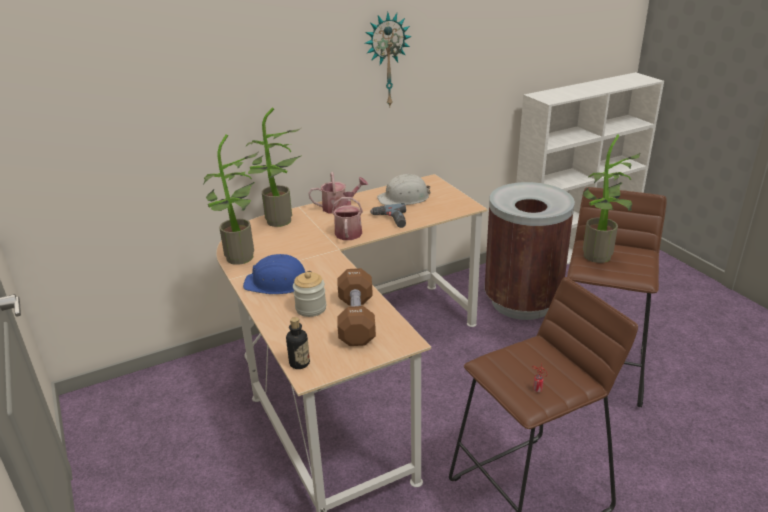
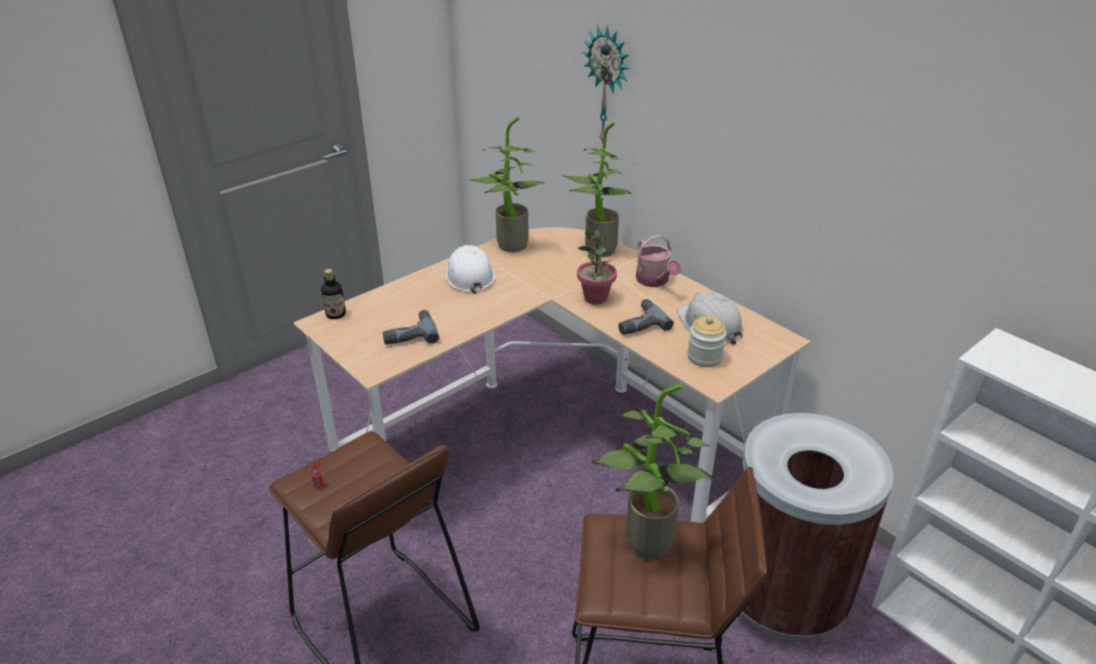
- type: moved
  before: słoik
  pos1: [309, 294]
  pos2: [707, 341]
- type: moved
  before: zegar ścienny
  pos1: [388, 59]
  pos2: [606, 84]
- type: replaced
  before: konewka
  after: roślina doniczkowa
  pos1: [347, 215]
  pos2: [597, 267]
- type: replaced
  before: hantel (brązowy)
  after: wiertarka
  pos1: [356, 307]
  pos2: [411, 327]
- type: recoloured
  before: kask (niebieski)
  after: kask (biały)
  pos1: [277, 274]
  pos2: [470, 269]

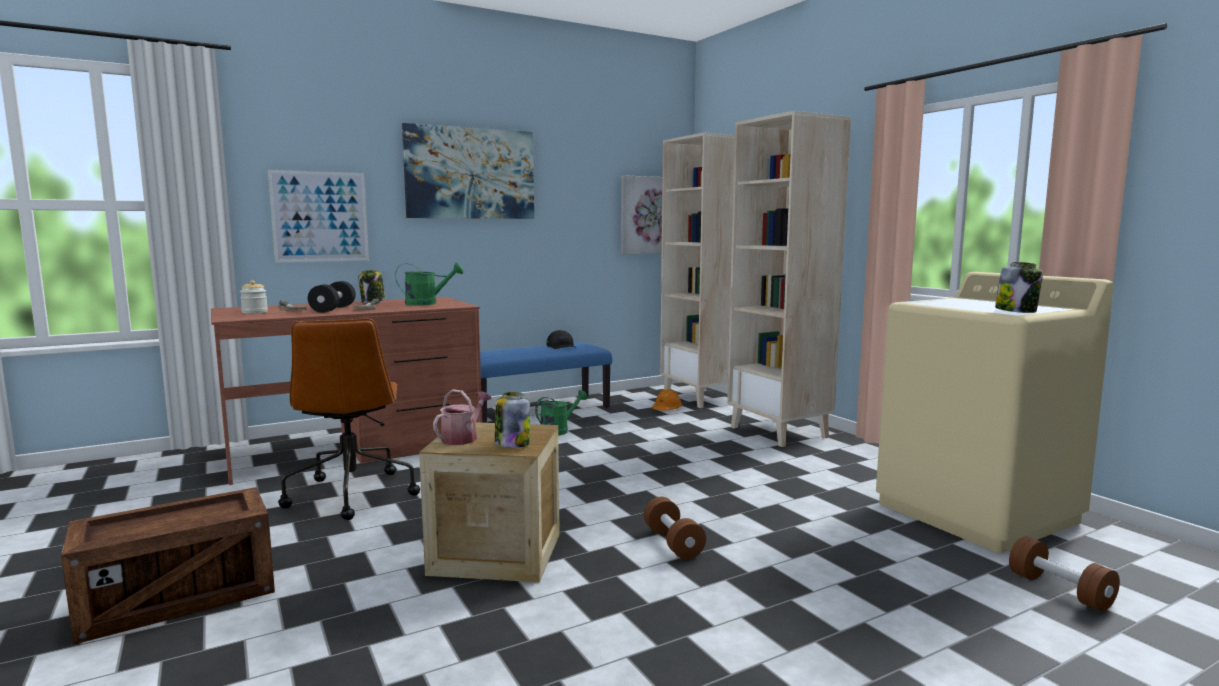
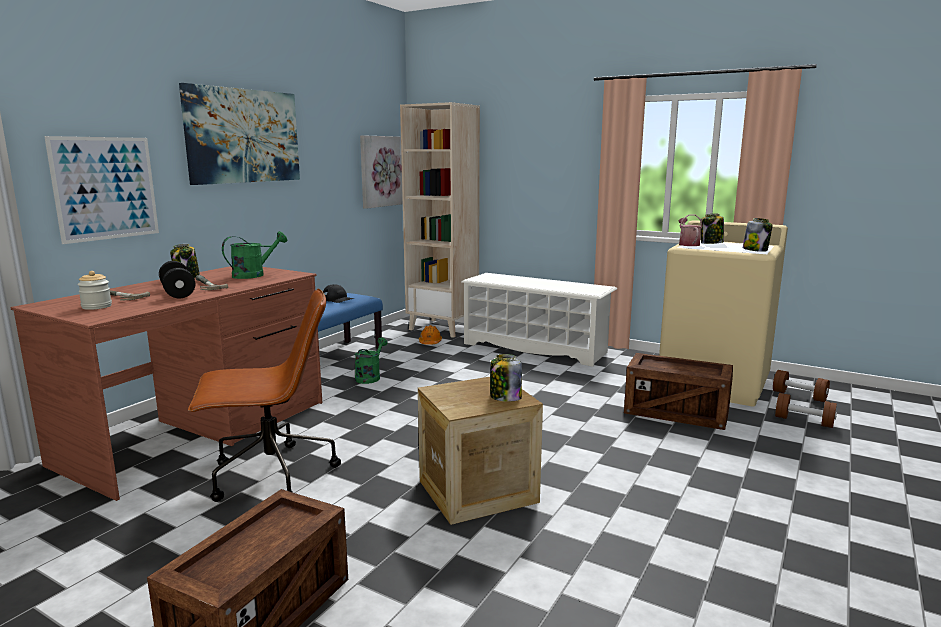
- type: added
  after: skrzynka
  pos2: [678, 391]
- type: added
  after: słoik
  pos2: [712, 229]
- type: moved
  before: konewka
  pos1: [462, 417]
  pos2: [690, 230]
- type: moved
  before: hantel (brązowy)
  pos1: [675, 528]
  pos2: [801, 386]
- type: replaced
  before: regał (beżowy)
  after: regał na buty (biały)
  pos1: [789, 279]
  pos2: [539, 320]
- type: turned
  before: krzesło biurowe (brązowy)
  pos1: [349, 419]
  pos2: [264, 395]
  turn: -60

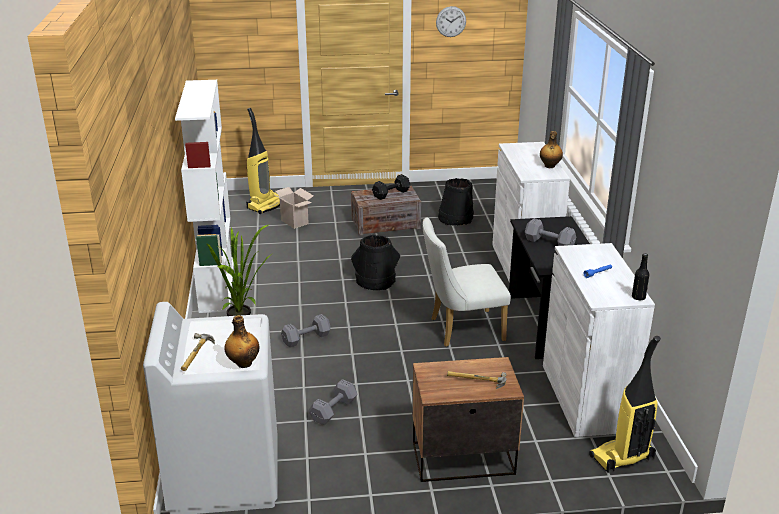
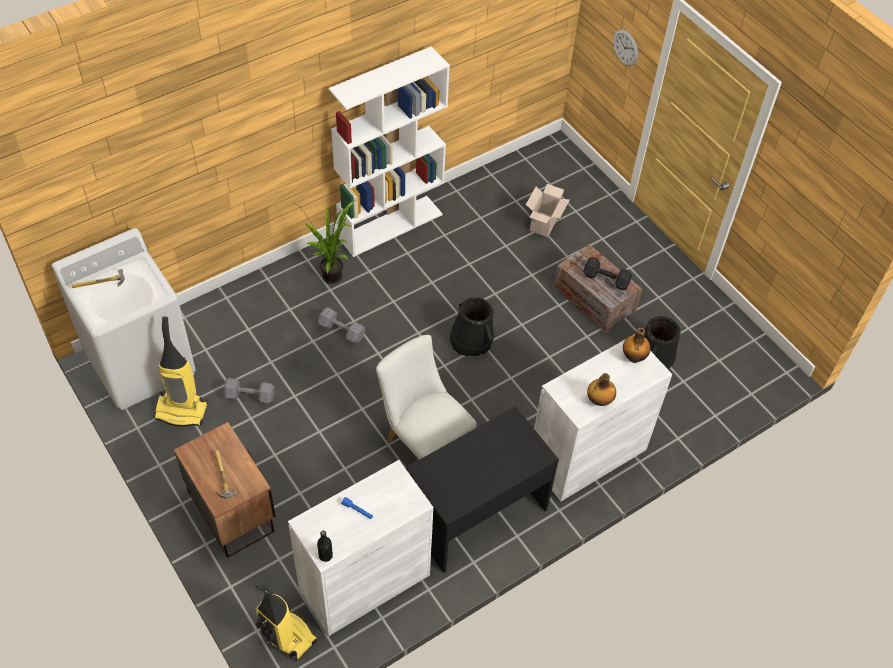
- type: removed
  before: hantel (szary)
  pos1: [550, 232]
- type: moved
  before: butelka
  pos1: [241, 341]
  pos2: [636, 345]
- type: moved
  before: odkurzacz
  pos1: [263, 161]
  pos2: [180, 371]
- type: moved
  before: zegar ścienny
  pos1: [451, 21]
  pos2: [625, 47]

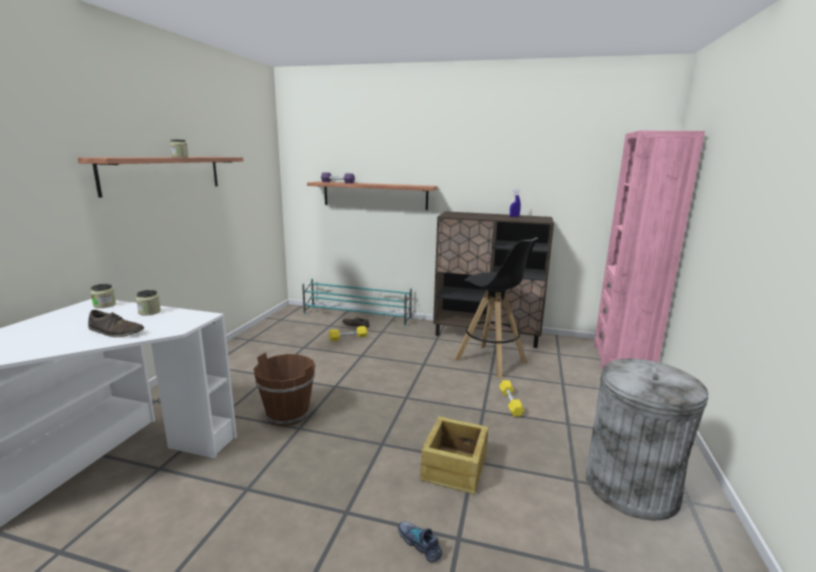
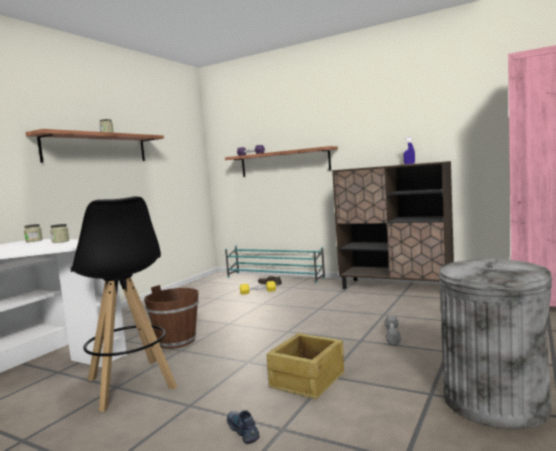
- type: removed
  before: but (brązowy)
  pos1: [116, 323]
- type: moved
  before: stołek (czarny)
  pos1: [496, 308]
  pos2: [123, 304]
- type: recoloured
  before: hantel (żółty)
  after: hantel (szary)
  pos1: [511, 398]
  pos2: [392, 330]

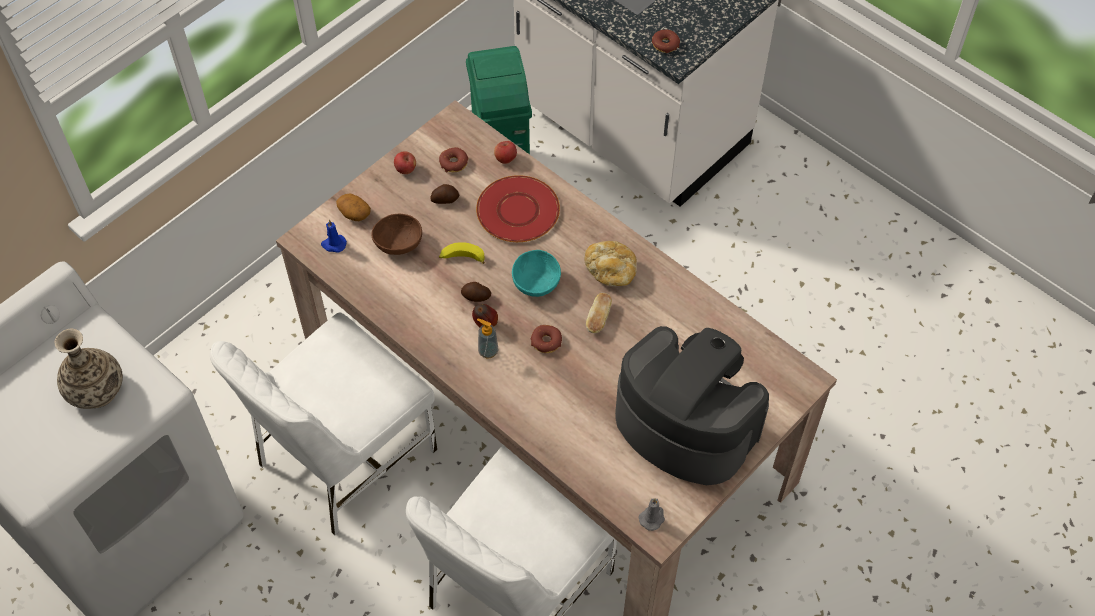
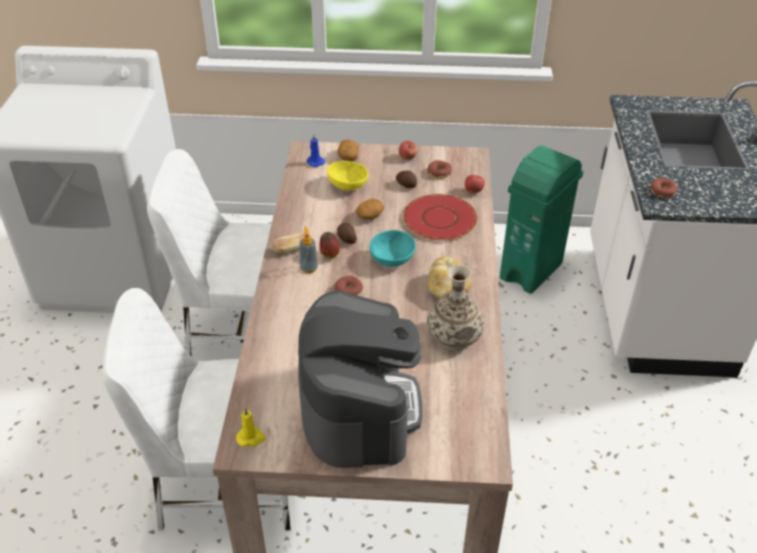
- type: moved
  before: wazon
  pos1: [89, 369]
  pos2: [455, 307]
- type: moved
  before: chleb
  pos1: [599, 313]
  pos2: [292, 242]
- type: replaced
  before: banan
  after: ziemniak
  pos1: [462, 253]
  pos2: [370, 209]
- type: recoloured
  before: miska (brązowy)
  after: miska (żółty)
  pos1: [396, 234]
  pos2: [347, 176]
- type: recoloured
  before: świeca (szary)
  after: świeca (żółty)
  pos1: [652, 515]
  pos2: [251, 427]

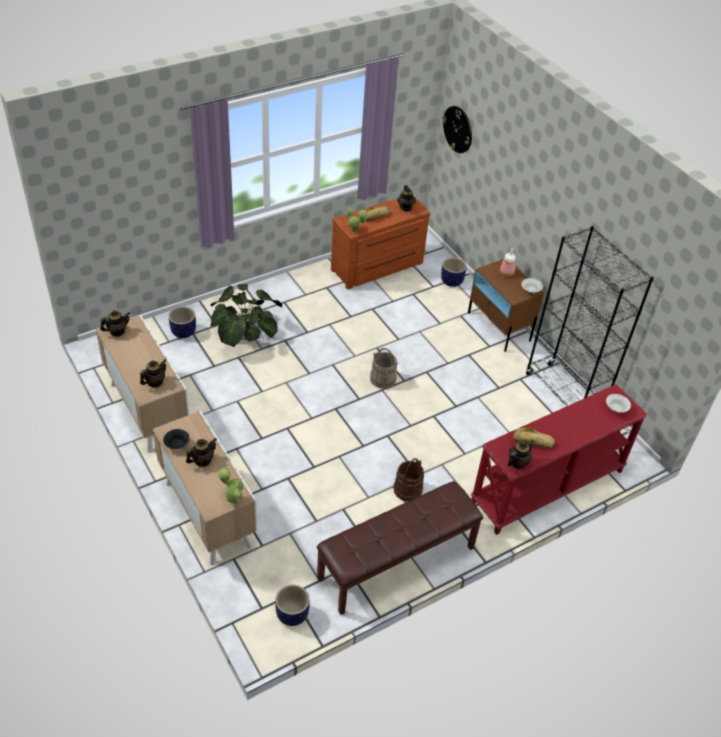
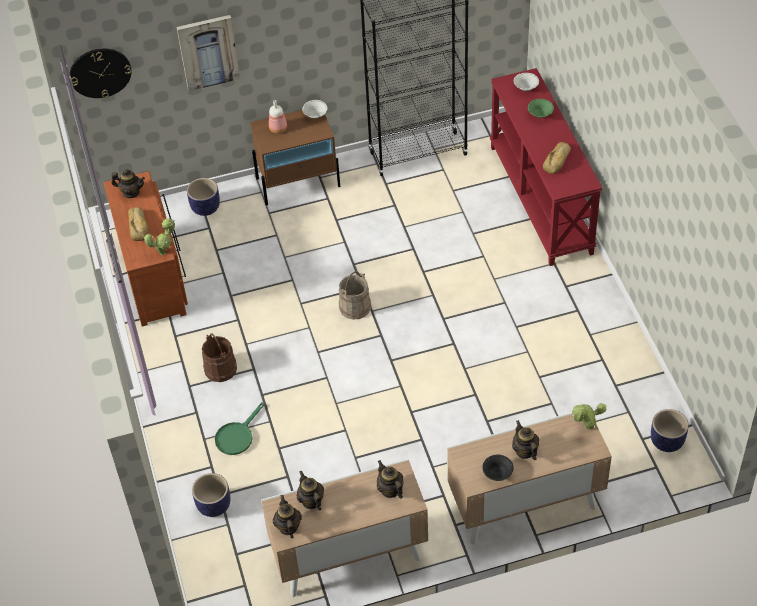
- type: removed
  before: ławka (brązowy)
  pos1: [400, 548]
- type: added
  after: obraz
  pos2: [208, 53]
- type: added
  after: miska (zielony)
  pos2: [541, 108]
- type: moved
  before: wiadro (brązowy)
  pos1: [409, 479]
  pos2: [219, 357]
- type: moved
  before: imbryk
  pos1: [521, 454]
  pos2: [310, 490]
- type: replaced
  before: roślina doniczkowa
  after: patelnia (zielony)
  pos1: [246, 315]
  pos2: [239, 428]

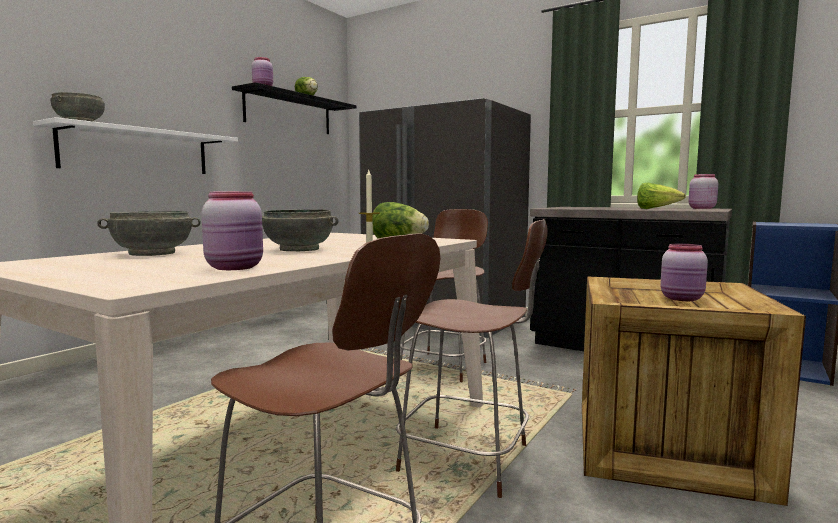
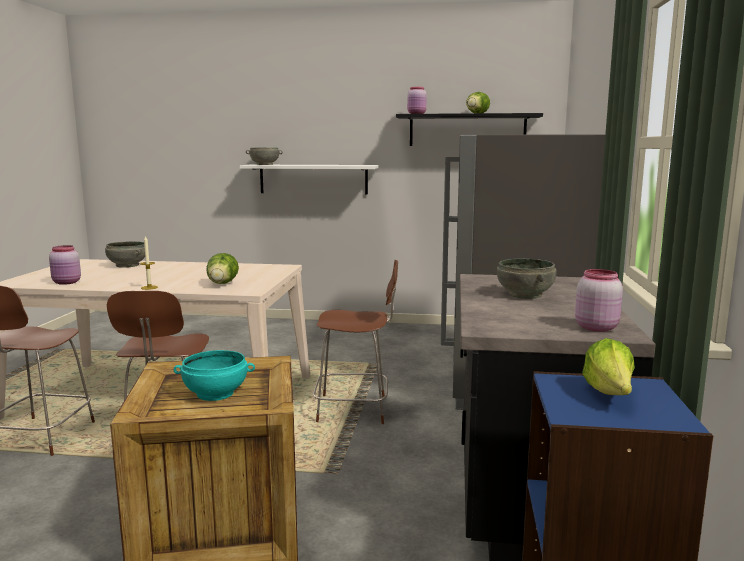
- type: moved
  before: miska (szary)
  pos1: [300, 230]
  pos2: [526, 279]
- type: moved
  before: sałata
  pos1: [661, 195]
  pos2: [608, 366]
- type: replaced
  before: słoik (różowy)
  after: miska (turkusowy)
  pos1: [684, 272]
  pos2: [214, 375]

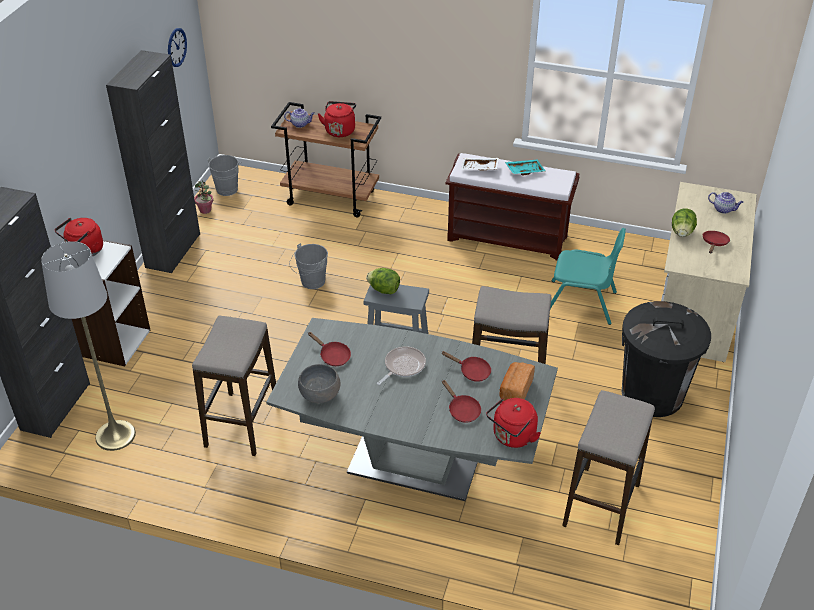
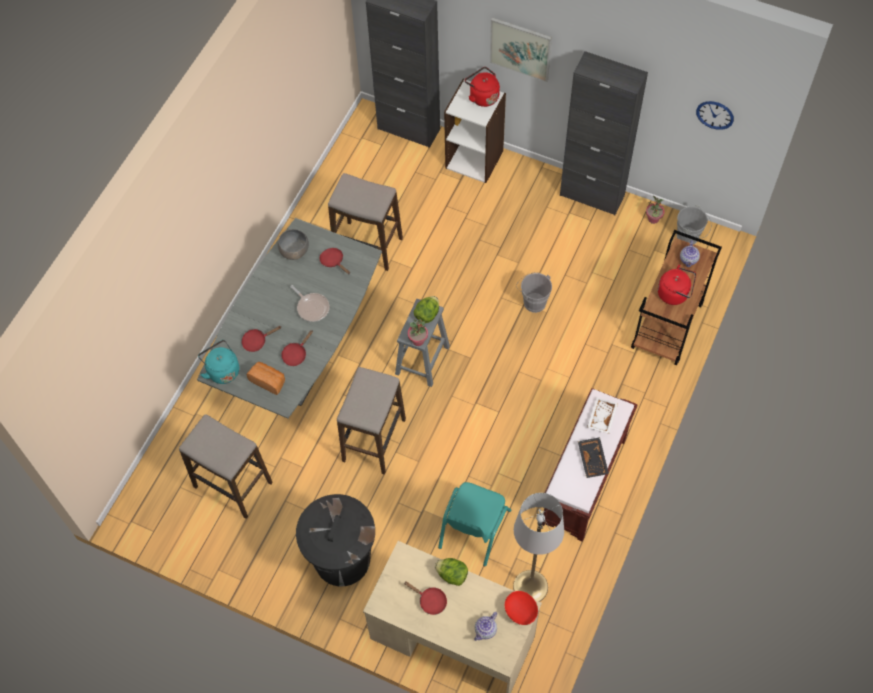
- type: added
  after: roślina doniczkowa
  pos2: [418, 332]
- type: added
  after: obraz
  pos2: [521, 49]
- type: added
  after: miska (czerwony)
  pos2: [521, 608]
- type: moved
  before: lampa stojąca (szary)
  pos1: [88, 346]
  pos2: [538, 547]
- type: recoloured
  before: czajnik (czerwony)
  after: czajnik (turkusowy)
  pos1: [513, 423]
  pos2: [218, 362]
- type: recoloured
  before: taca (turkusowy)
  after: taca (czarny)
  pos1: [525, 167]
  pos2: [593, 457]
- type: turned
  before: patelnia (czerwony)
  pos1: [329, 349]
  pos2: [335, 261]
  turn: 90

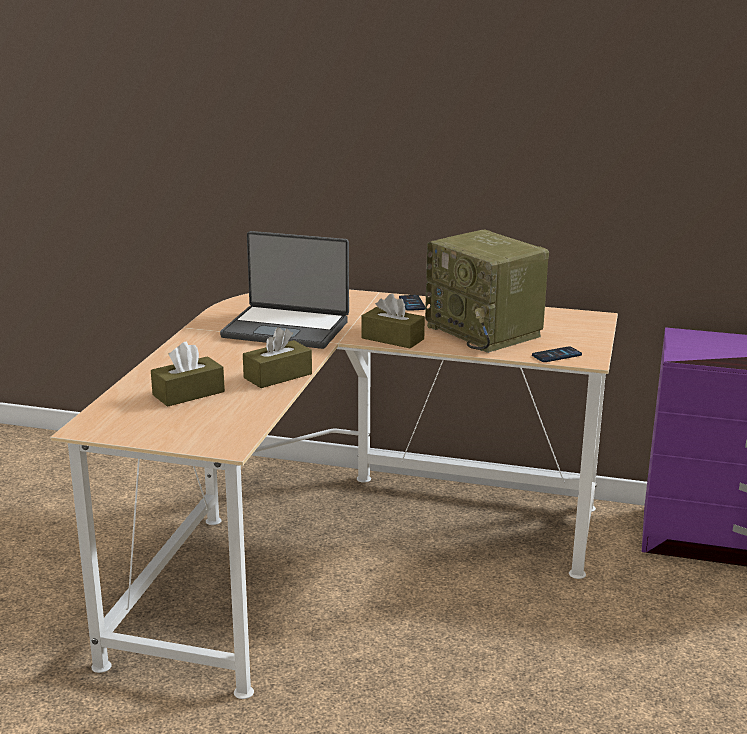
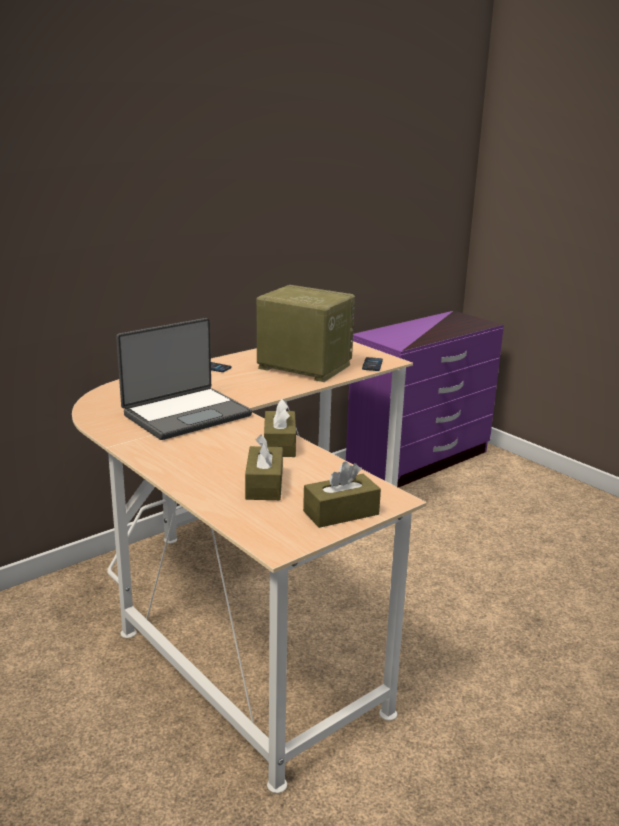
- type: moved
  before: pudełko chusteczek (brązowy)
  pos1: [393, 321]
  pos2: [342, 495]
- type: turned
  before: radio
  pos1: [487, 291]
  pos2: [305, 333]
  turn: -150

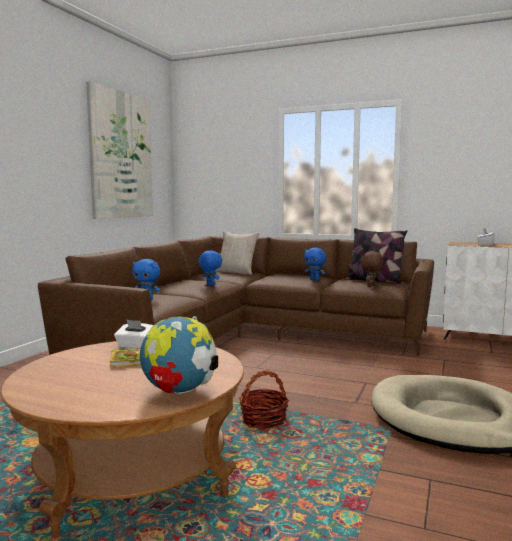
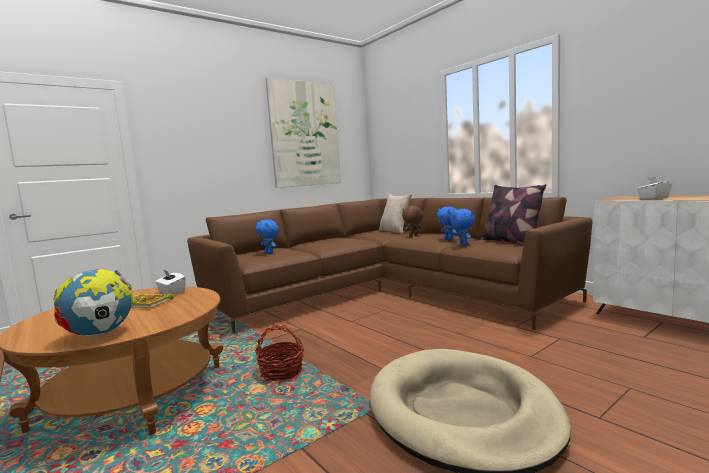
- type: moved
  before: pluszak (niebieski)
  pos1: [210, 268]
  pos2: [462, 227]
- type: moved
  before: pluszak (brązowy)
  pos1: [372, 269]
  pos2: [412, 221]

